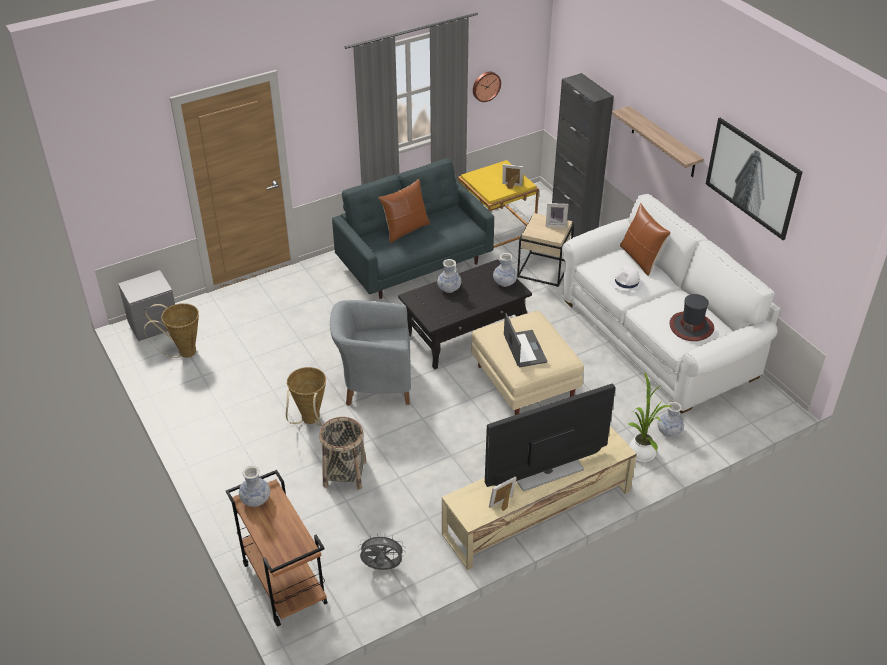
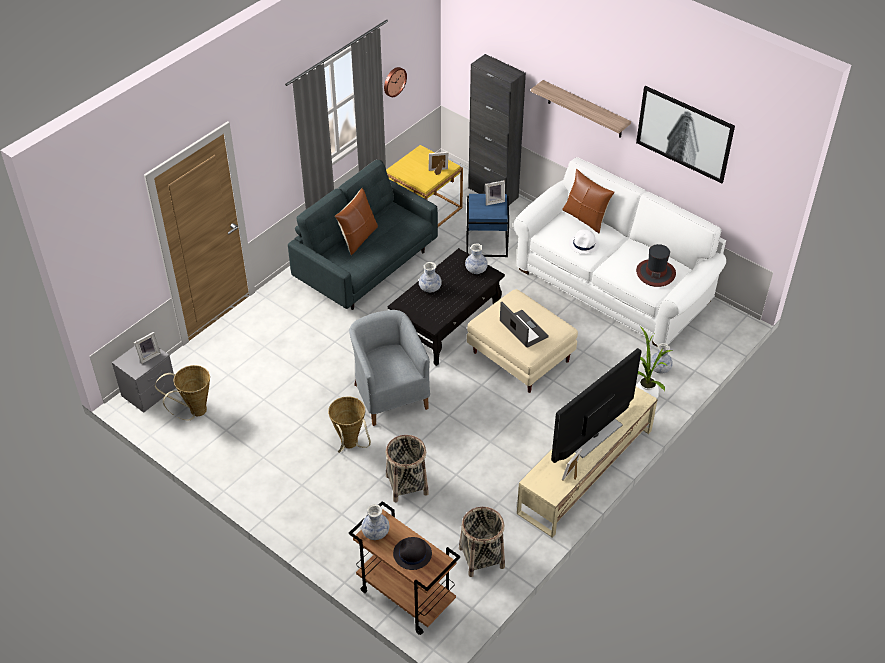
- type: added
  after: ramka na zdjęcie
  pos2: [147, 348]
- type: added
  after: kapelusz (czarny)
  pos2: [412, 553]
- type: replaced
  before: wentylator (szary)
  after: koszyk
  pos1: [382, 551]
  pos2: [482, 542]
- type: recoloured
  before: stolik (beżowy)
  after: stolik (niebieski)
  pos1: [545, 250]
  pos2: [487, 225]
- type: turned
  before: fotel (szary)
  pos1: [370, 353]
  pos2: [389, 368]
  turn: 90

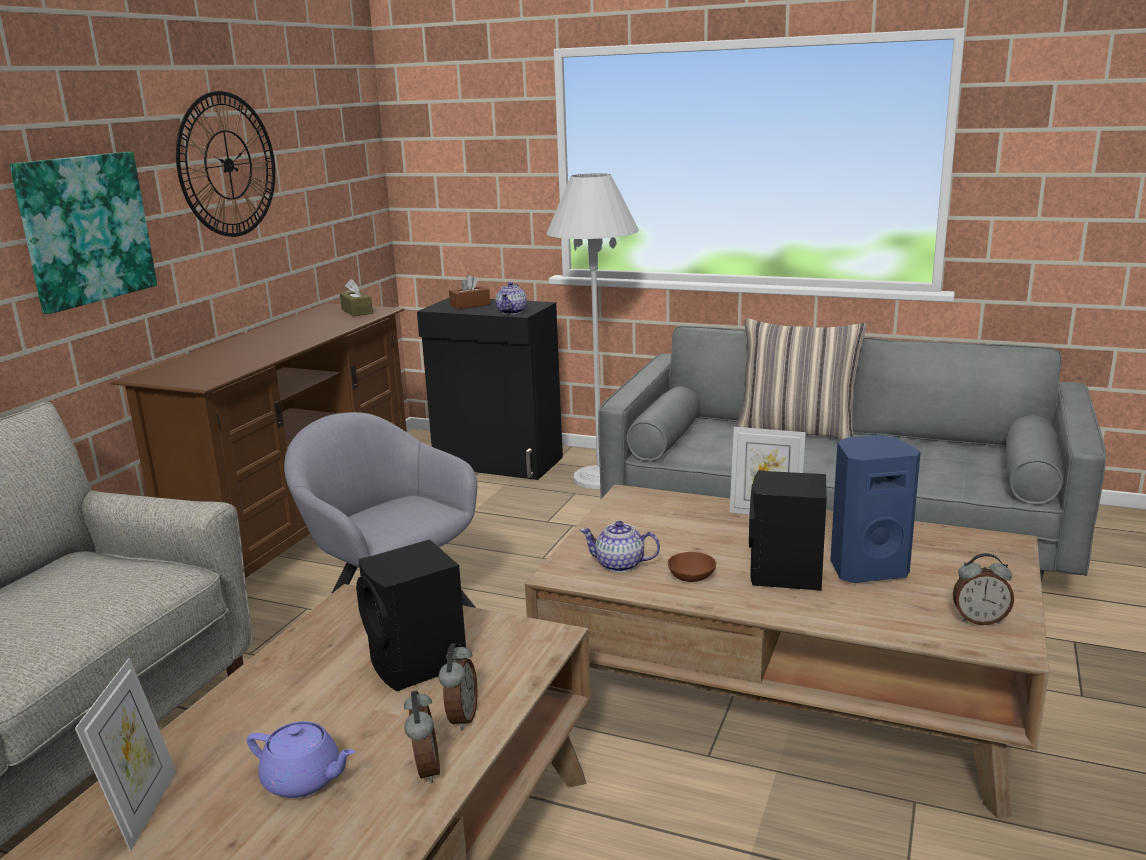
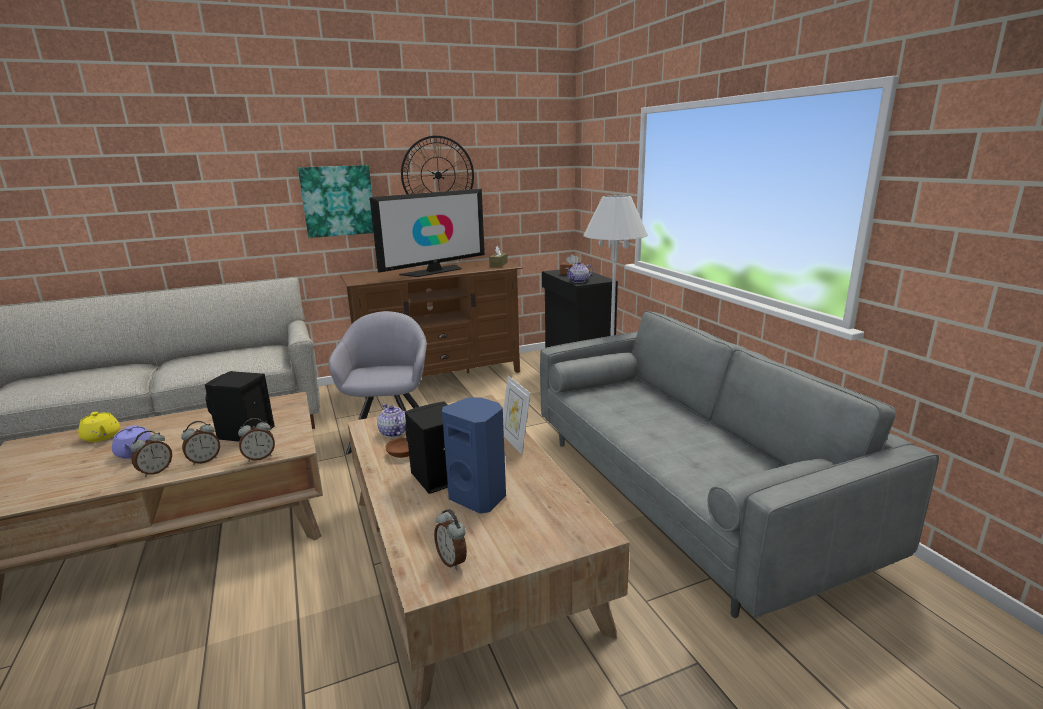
- type: removed
  before: poduszka
  pos1: [801, 379]
- type: added
  after: budzik
  pos2: [256, 439]
- type: added
  after: telewizor
  pos2: [427, 233]
- type: replaced
  before: ramka na zdjęcie
  after: imbryk (żółty)
  pos1: [126, 754]
  pos2: [99, 427]

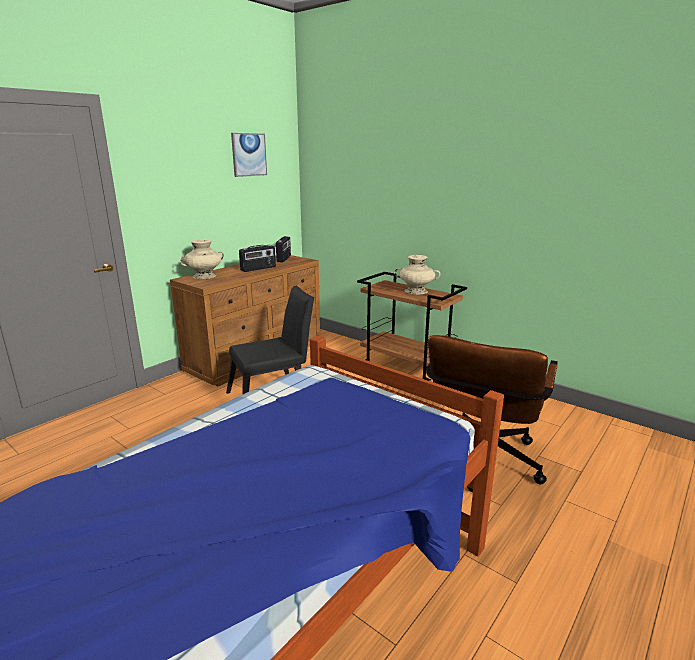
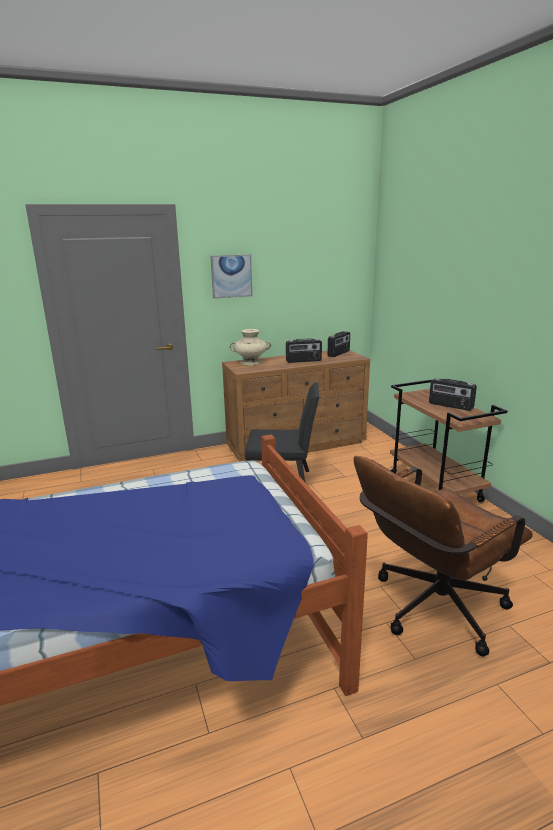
- type: moved
  before: obraz
  pos1: [249, 155]
  pos2: [231, 276]
- type: replaced
  before: wazon (beżowy)
  after: radio
  pos1: [417, 275]
  pos2: [453, 394]

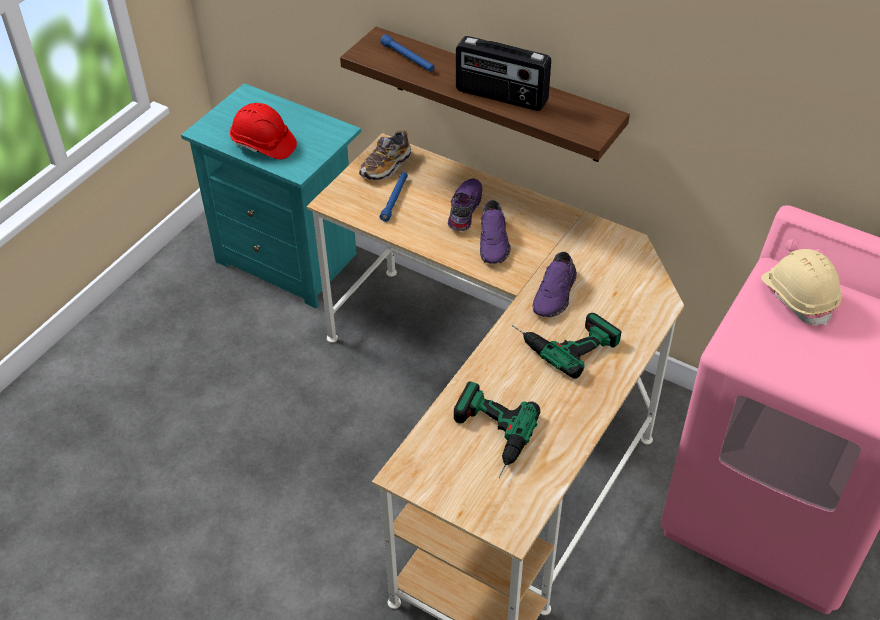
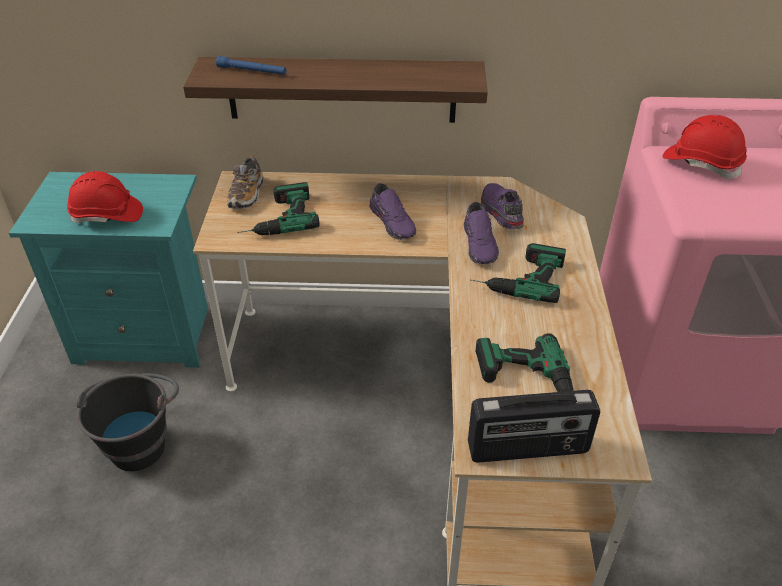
- type: added
  after: wiadro (czarny)
  pos2: [127, 422]
- type: moved
  before: but (fioletowy)
  pos1: [465, 205]
  pos2: [502, 206]
- type: moved
  before: radio
  pos1: [503, 73]
  pos2: [534, 426]
- type: replaced
  before: latarka (niebieski)
  after: wiertarka
  pos1: [394, 197]
  pos2: [278, 208]
- type: recoloured
  before: kask (beżowy)
  after: kask (czerwony)
  pos1: [801, 287]
  pos2: [705, 147]

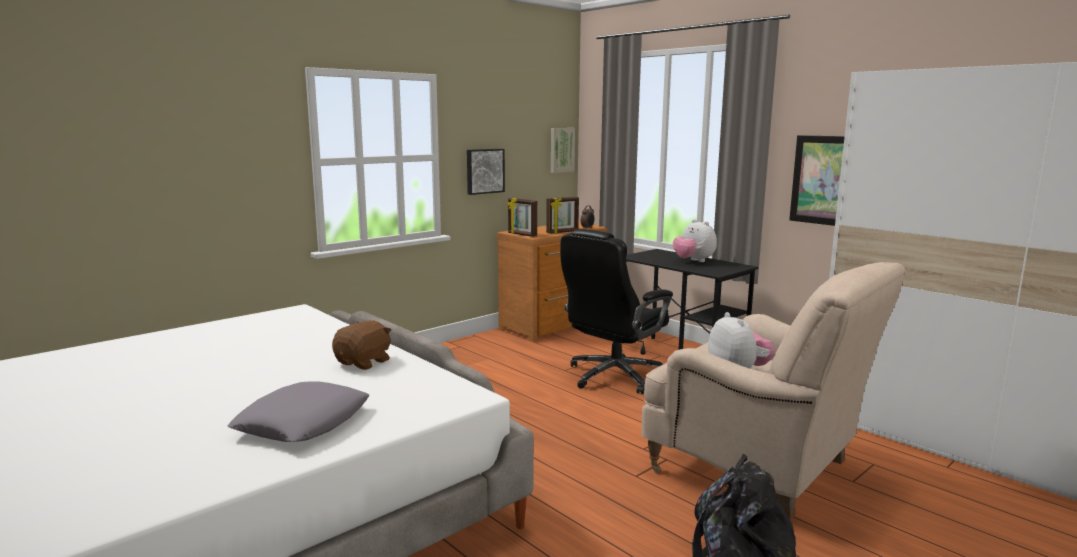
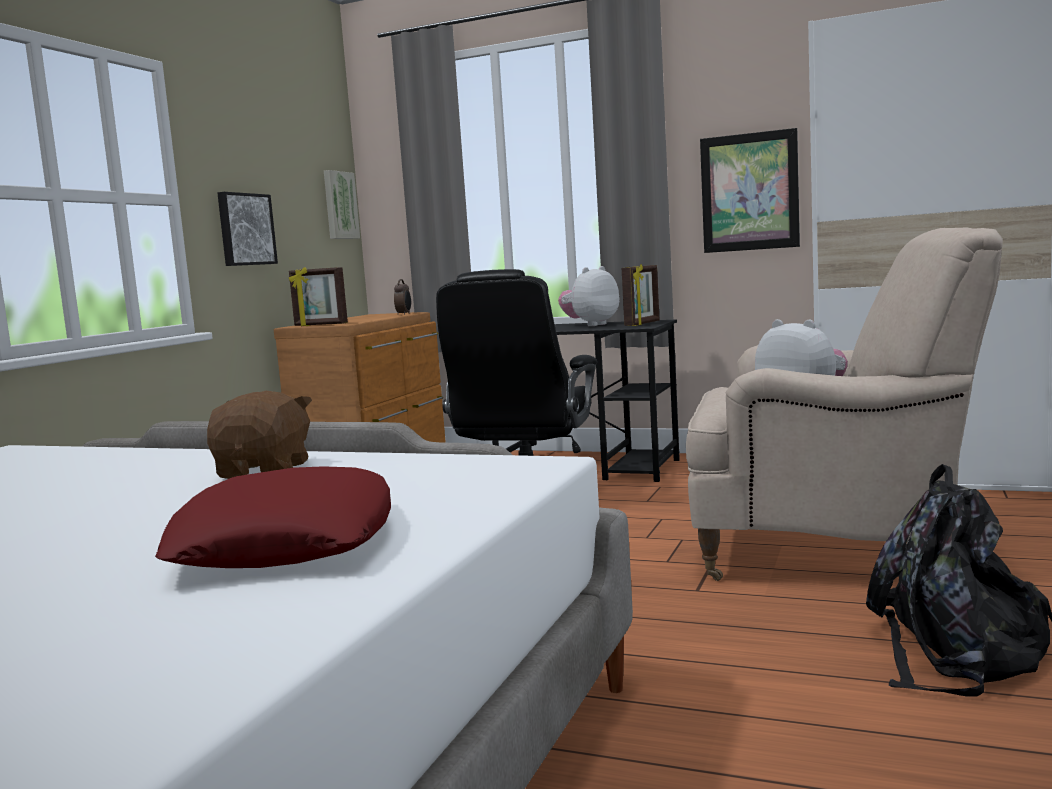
- type: moved
  before: ramka na zdjęcie
  pos1: [562, 215]
  pos2: [640, 295]
- type: recoloured
  before: poduszka (szary)
  after: poduszka (czerwony)
  pos1: [298, 411]
  pos2: [273, 517]
- type: turned
  before: pluszak
  pos1: [695, 240]
  pos2: [588, 296]
  turn: 105

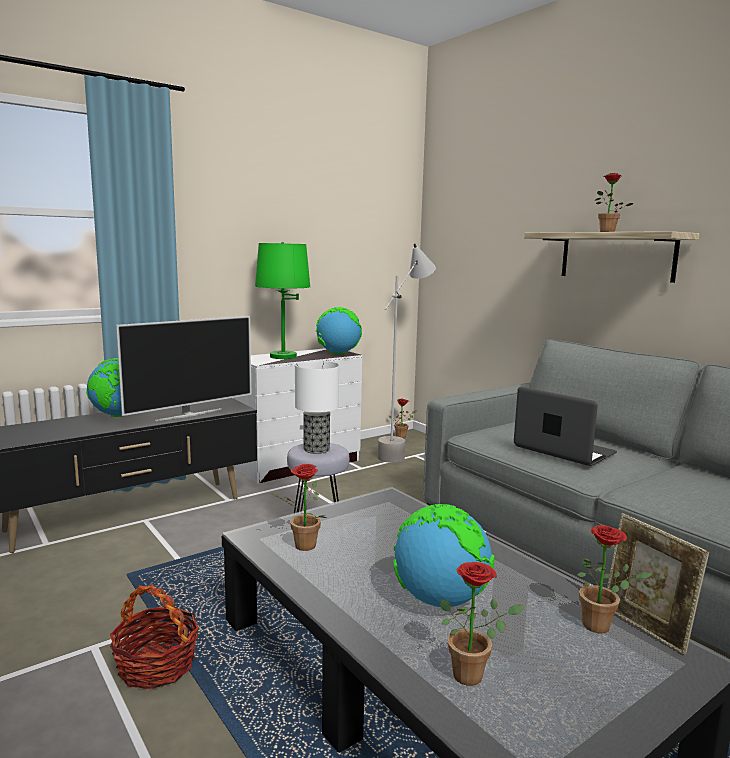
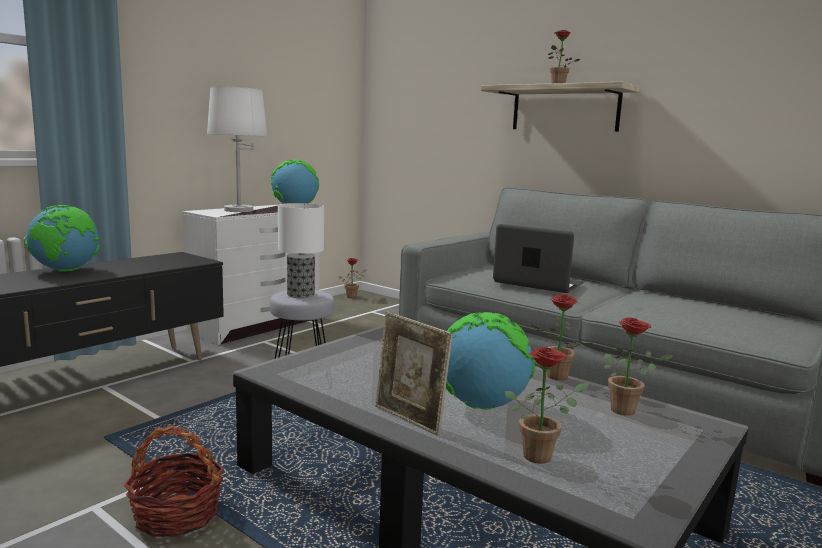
- type: removed
  before: telewizor
  pos1: [184, 368]
- type: removed
  before: lampa stojąca (szary)
  pos1: [407, 353]
- type: moved
  before: roślina doniczkowa
  pos1: [298, 507]
  pos2: [562, 337]
- type: moved
  before: ramka na zdjęcie
  pos1: [658, 584]
  pos2: [414, 374]
- type: recoloured
  before: lampa stołowa (zielony)
  after: lampa stołowa (biały)
  pos1: [282, 300]
  pos2: [237, 149]

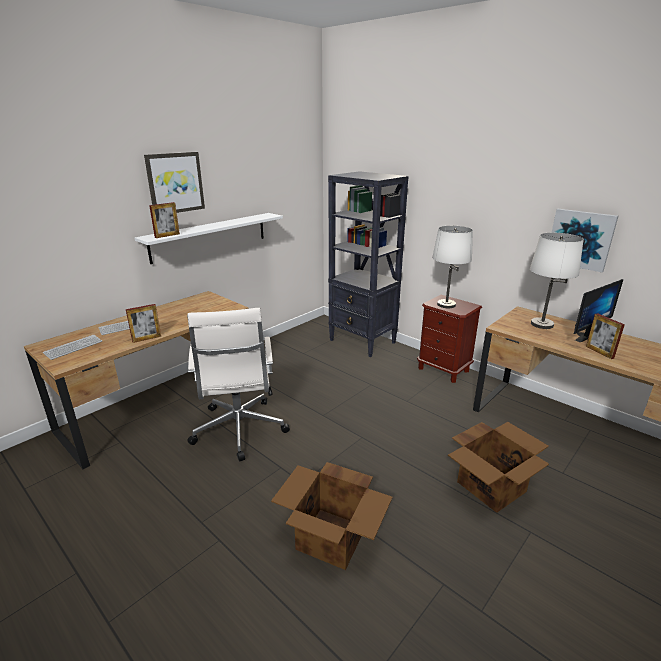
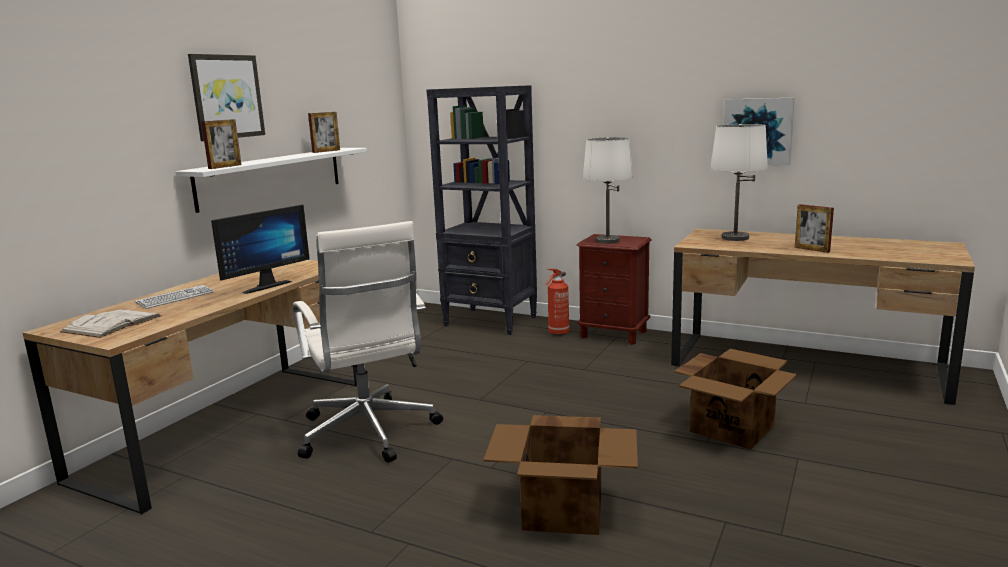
- type: added
  after: gaśnica
  pos2: [557, 302]
- type: moved
  before: ramka na zdjęcie
  pos1: [143, 323]
  pos2: [324, 132]
- type: moved
  before: monitor
  pos1: [598, 310]
  pos2: [260, 249]
- type: replaced
  before: klawiatura
  after: książka (biały)
  pos1: [72, 347]
  pos2: [111, 323]

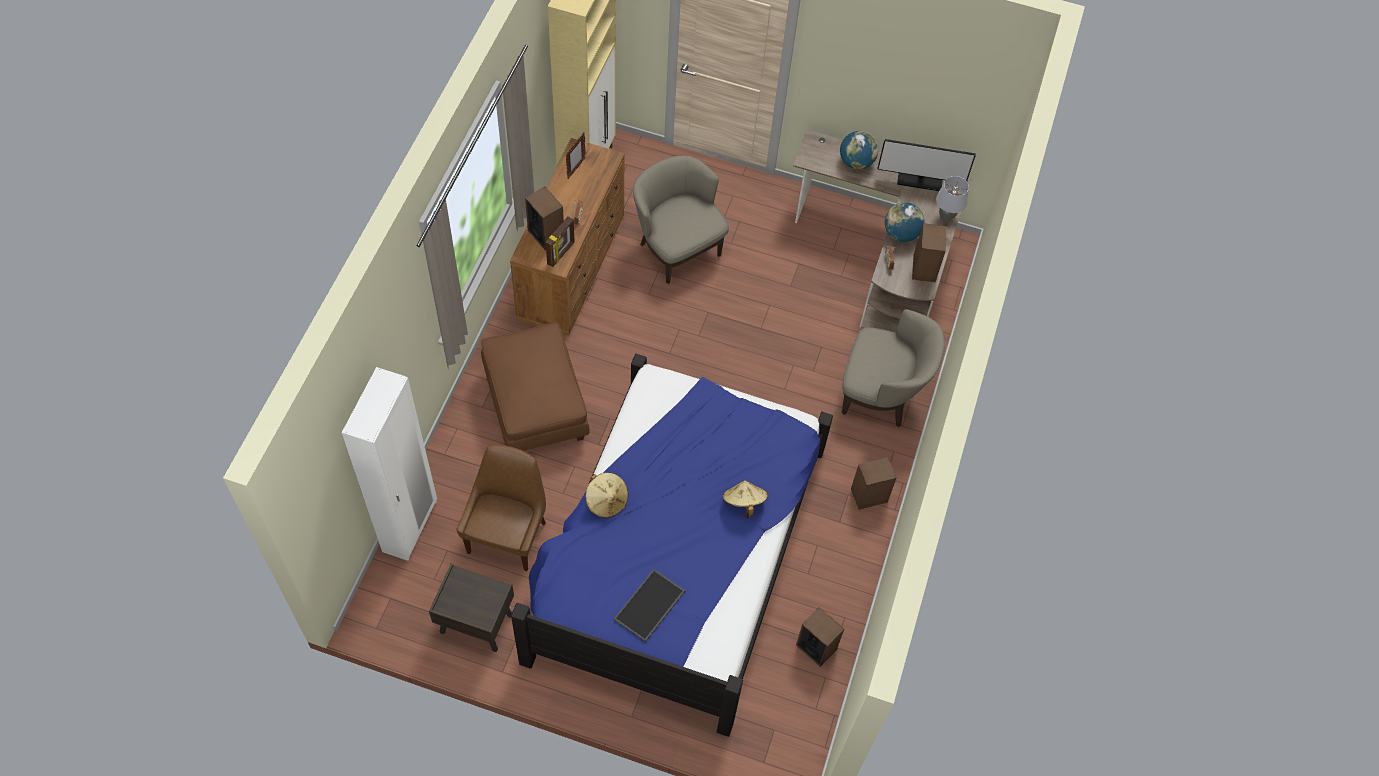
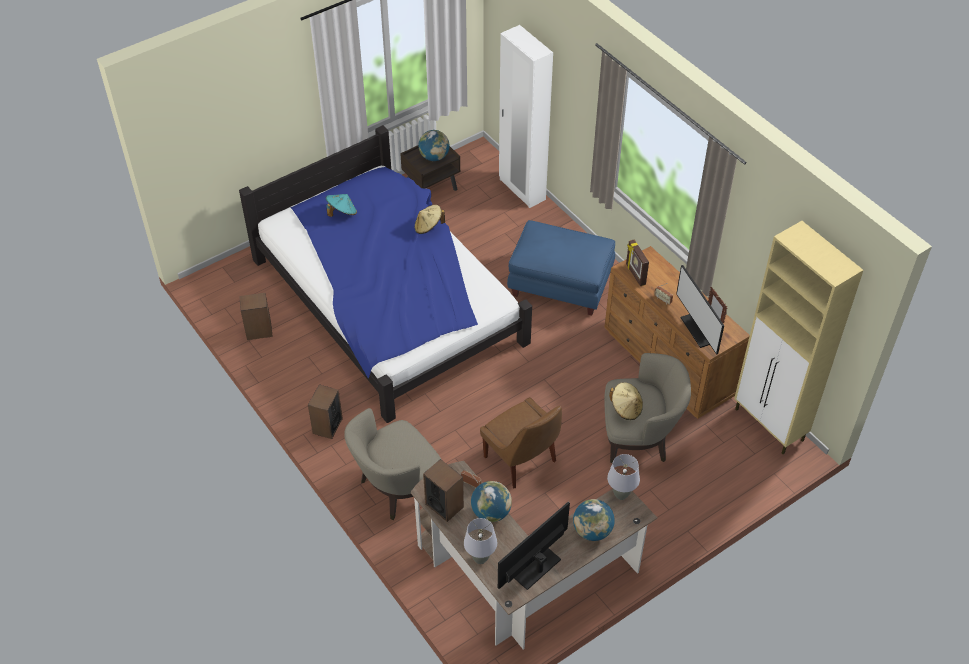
- type: removed
  before: głośnik
  pos1: [544, 218]
- type: added
  after: globus
  pos2: [434, 145]
- type: added
  after: lampa stołowa (szary)
  pos2: [623, 477]
- type: added
  after: monitor
  pos2: [700, 310]
- type: moved
  before: krzesło (brązowy)
  pos1: [501, 508]
  pos2: [521, 443]
- type: moved
  before: kapelusz (beżowy)
  pos1: [745, 499]
  pos2: [626, 401]
- type: replaced
  before: taca
  after: kapelusz (turkusowy)
  pos1: [649, 605]
  pos2: [341, 205]
- type: recoloured
  before: pufa (brązowy)
  after: pufa (niebieski)
  pos1: [535, 386]
  pos2: [561, 267]

